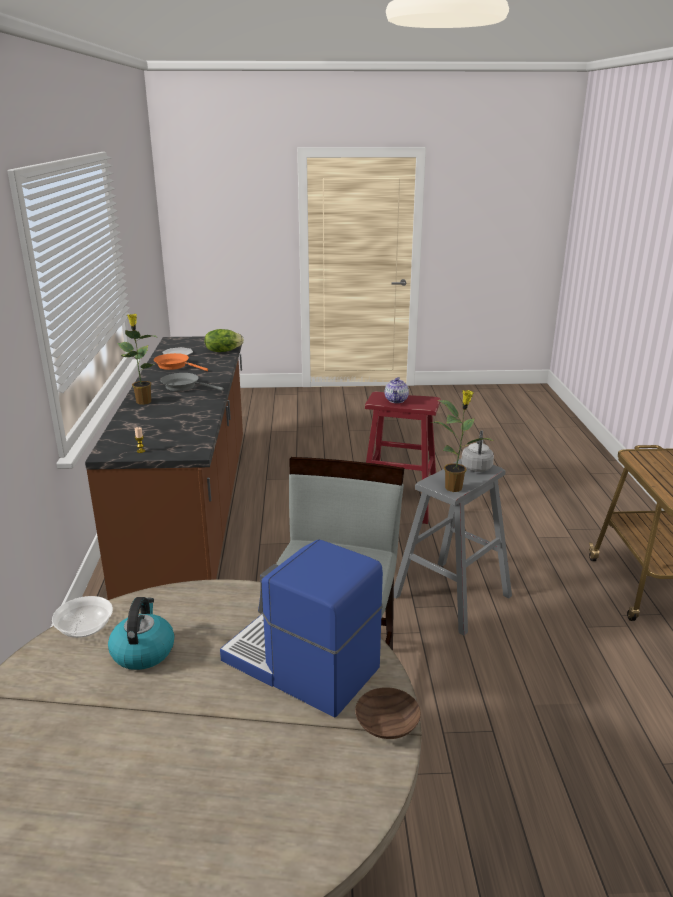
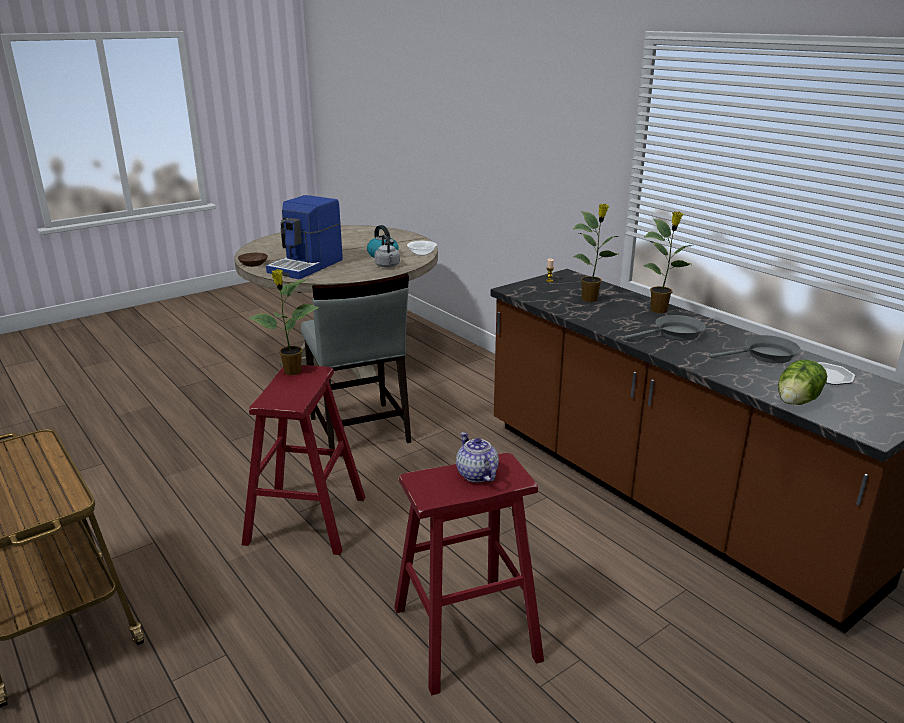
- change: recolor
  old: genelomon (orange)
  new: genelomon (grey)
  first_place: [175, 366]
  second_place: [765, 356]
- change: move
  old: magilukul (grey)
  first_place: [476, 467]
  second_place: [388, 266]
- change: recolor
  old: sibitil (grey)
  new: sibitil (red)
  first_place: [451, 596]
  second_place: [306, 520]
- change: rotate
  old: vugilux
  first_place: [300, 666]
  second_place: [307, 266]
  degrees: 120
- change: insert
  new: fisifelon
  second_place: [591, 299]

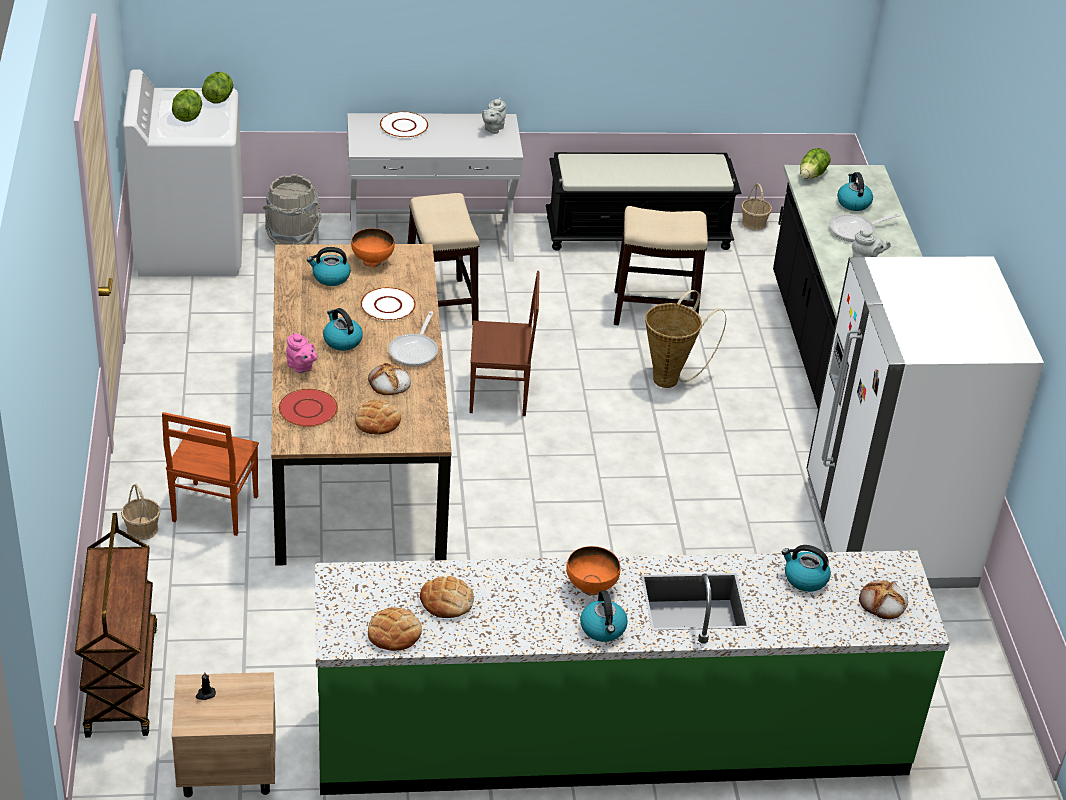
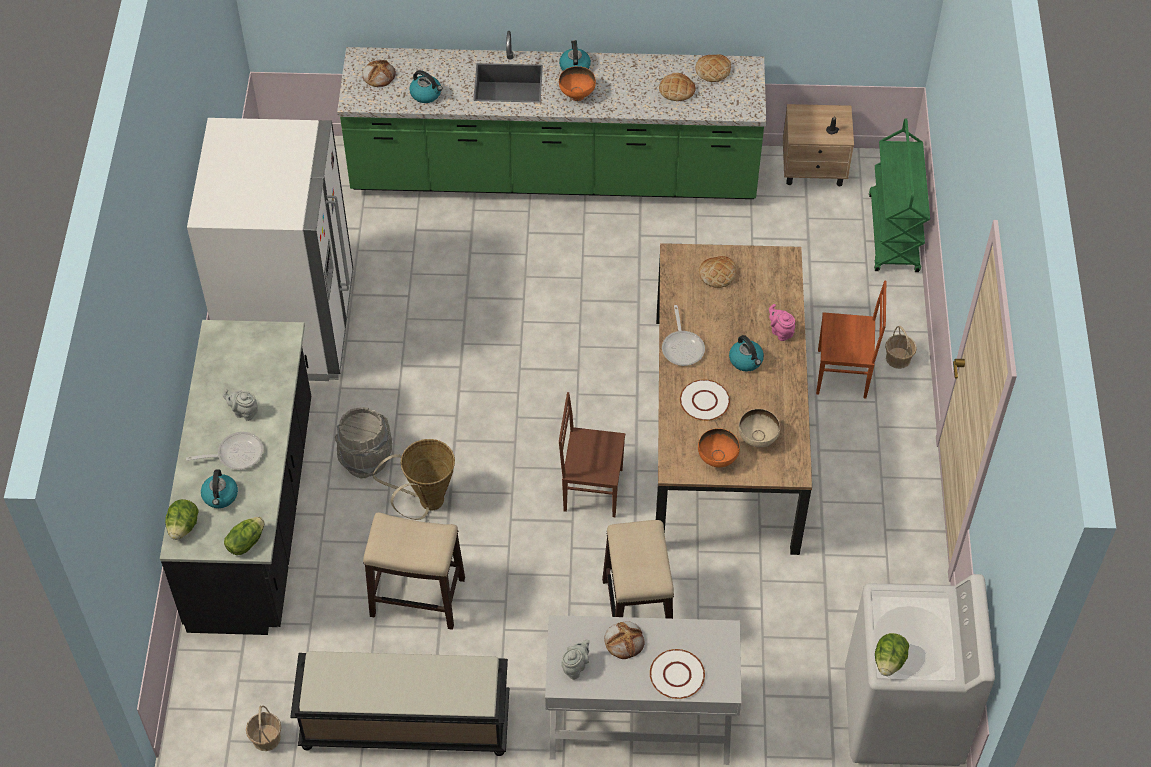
- change: move
  old: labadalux
  first_place: [188, 116]
  second_place: [183, 526]
- change: move
  old: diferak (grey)
  first_place: [292, 237]
  second_place: [366, 459]
- change: replace
  old: magilukul
  new: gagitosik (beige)
  first_place: [330, 277]
  second_place: [757, 439]
- change: rotate
  old: genelomon
  first_place: [415, 350]
  second_place: [682, 347]
  degrees: 150
- change: move
  old: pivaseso
  first_place: [389, 383]
  second_place: [624, 641]
- change: delete
  old: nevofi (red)
  first_place: [308, 409]
- change: rotate
  old: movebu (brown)
  first_place: [213, 509]
  second_place: [843, 374]
  degrees: 75
- change: recolor
  old: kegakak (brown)
  new: kegakak (green)
  first_place: [120, 680]
  second_place: [894, 234]

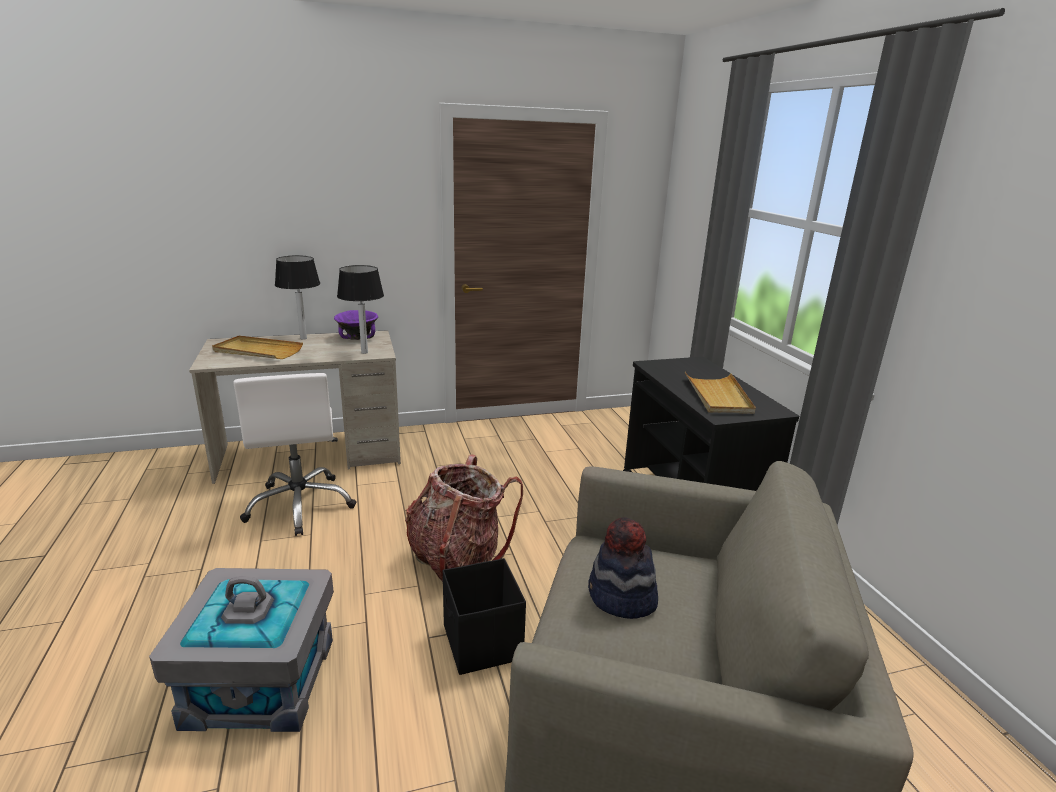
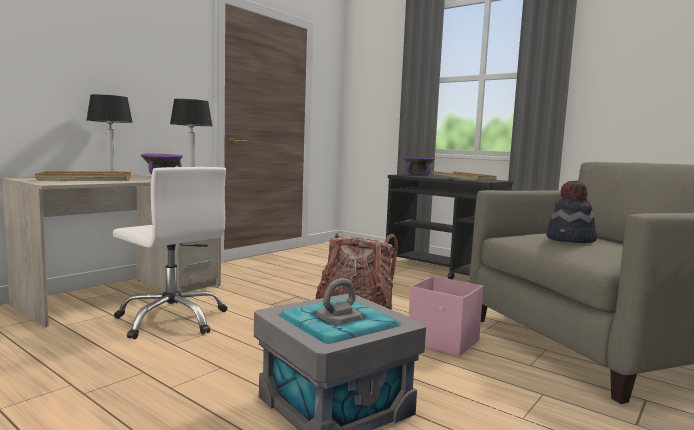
- change: recolor
  old: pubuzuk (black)
  new: pubuzuk (pink)
  first_place: [482, 643]
  second_place: [444, 342]
- change: insert
  new: gagitosik (purple)
  second_place: [418, 174]

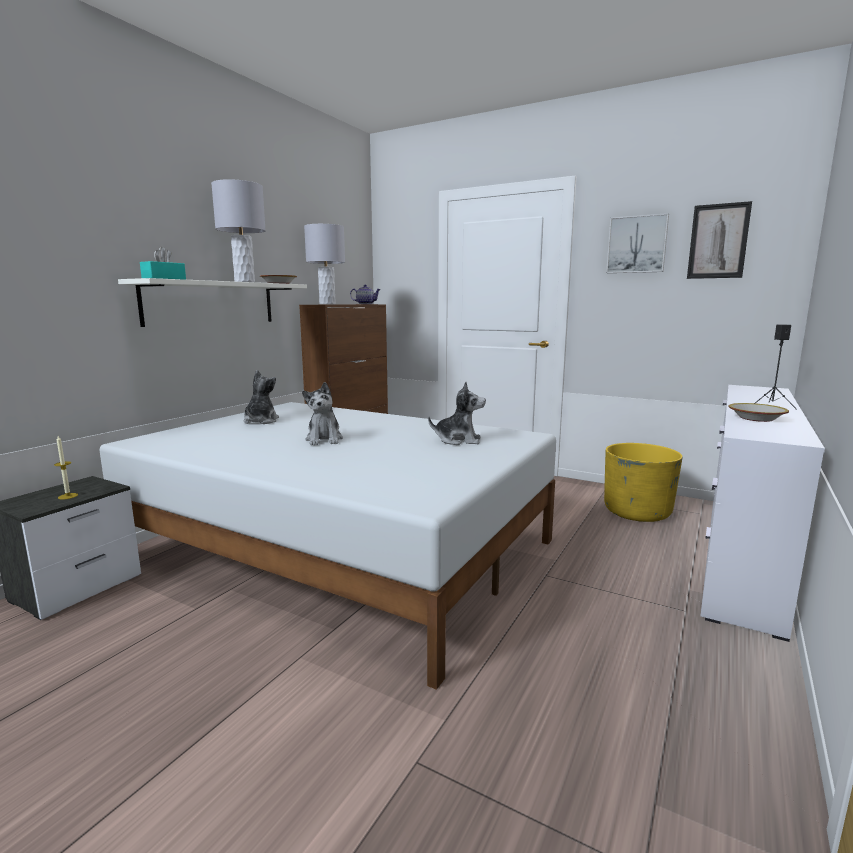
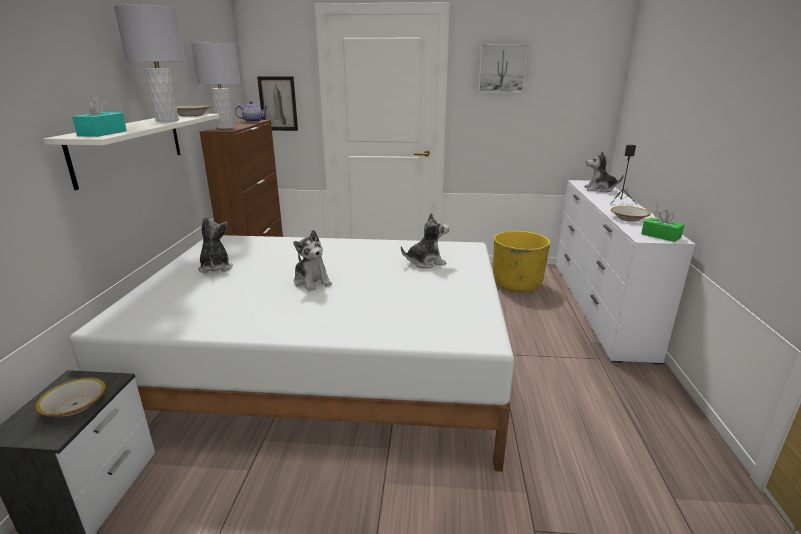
- change: move
  old: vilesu
  first_place: [718, 241]
  second_place: [278, 103]
- change: replace
  old: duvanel
  new: gagitosik
  first_place: [68, 496]
  second_place: [75, 405]
- change: insert
  new: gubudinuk
  second_place: [599, 189]
- change: insert
  new: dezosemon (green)
  second_place: [660, 236]

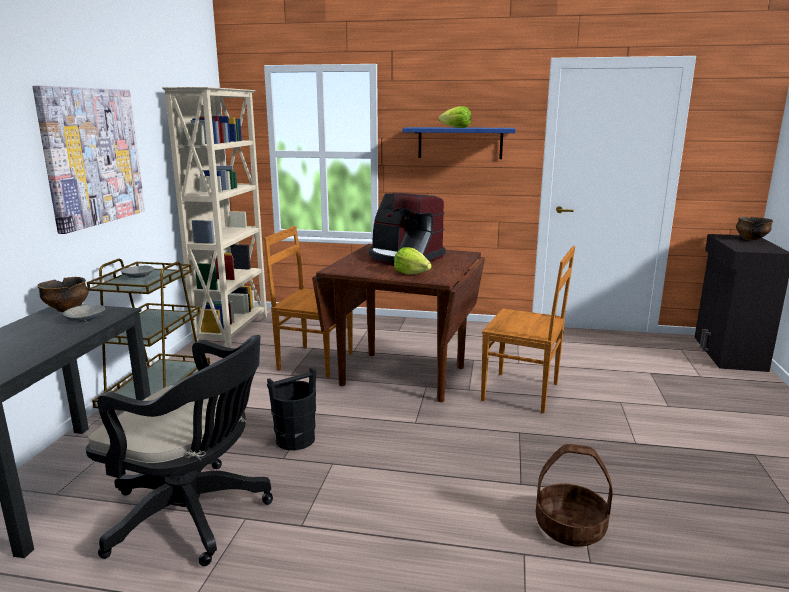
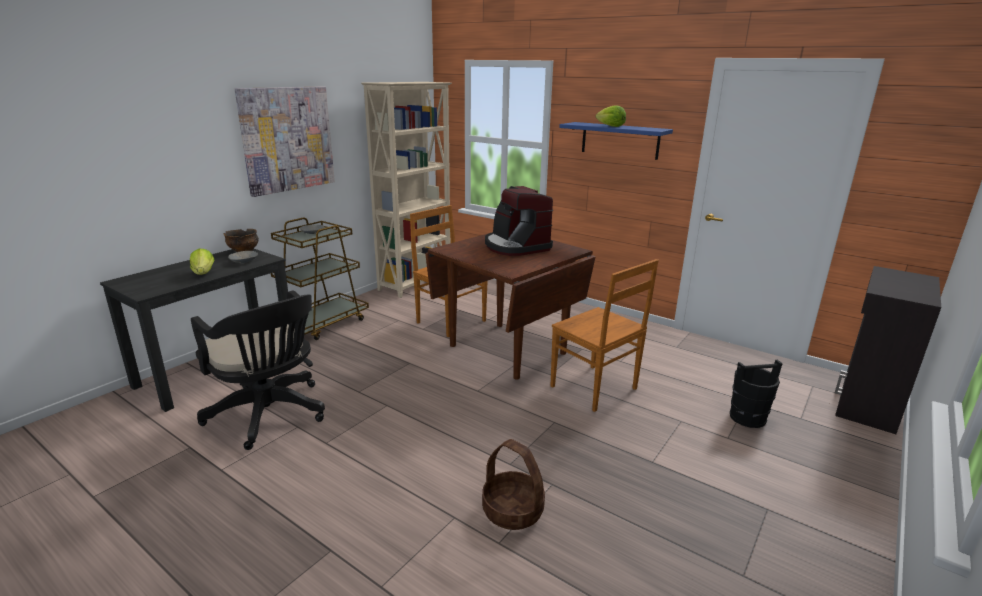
- change: delete
  old: gagitosik
  first_place: [751, 239]
- change: move
  old: labadalux
  first_place: [411, 273]
  second_place: [203, 273]
- change: move
  old: diferak (black)
  first_place: [296, 439]
  second_place: [748, 417]

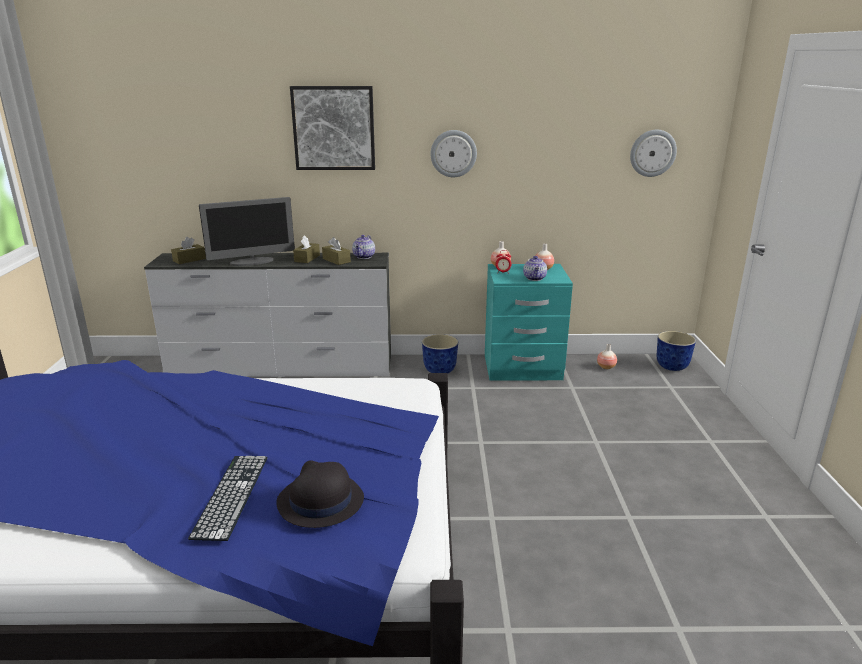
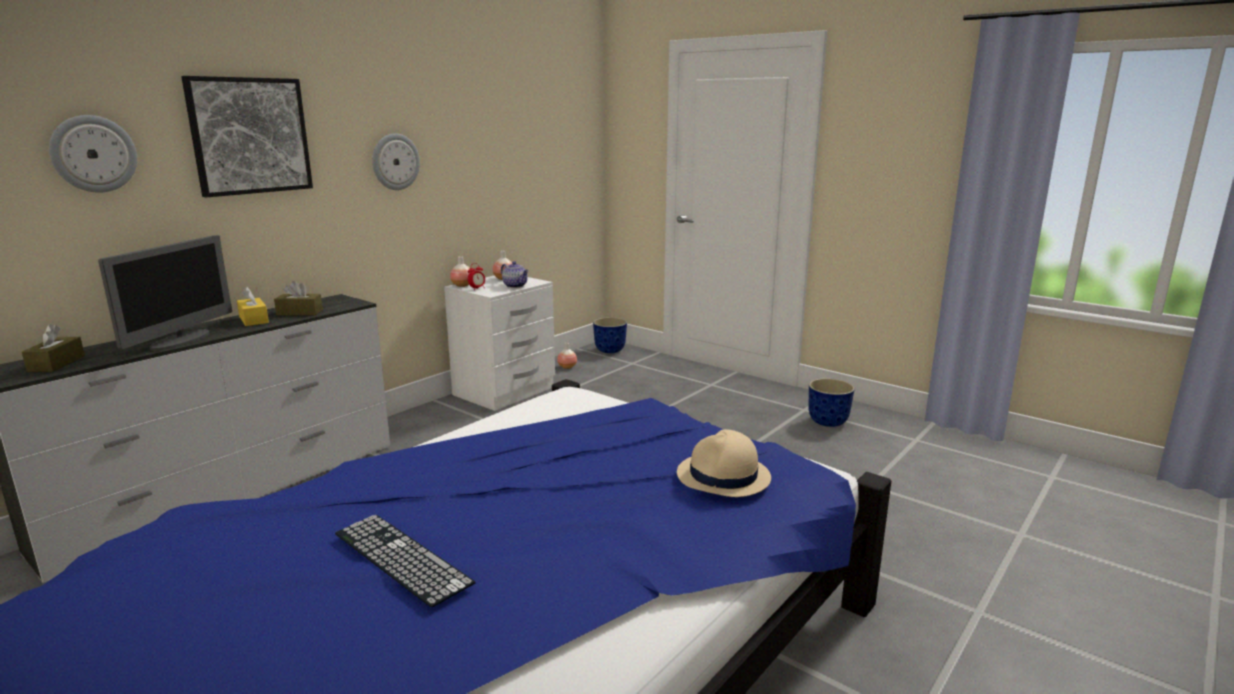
- change: move
  old: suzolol
  first_place: [652, 153]
  second_place: [93, 154]
- change: recolor
  old: dezosemon (brown)
  new: dezosemon (yellow)
  first_place: [307, 258]
  second_place: [254, 320]
- change: delete
  old: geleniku
  first_place: [364, 257]
- change: recolor
  old: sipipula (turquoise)
  new: sipipula (white)
  first_place: [522, 368]
  second_place: [505, 392]
- change: move
  old: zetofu
  first_place: [440, 370]
  second_place: [828, 422]
- change: move
  old: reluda
  first_place: [231, 495]
  second_place: [401, 558]
- change: recolor
  old: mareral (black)
  new: mareral (beige)
  first_place: [320, 501]
  second_place: [723, 477]

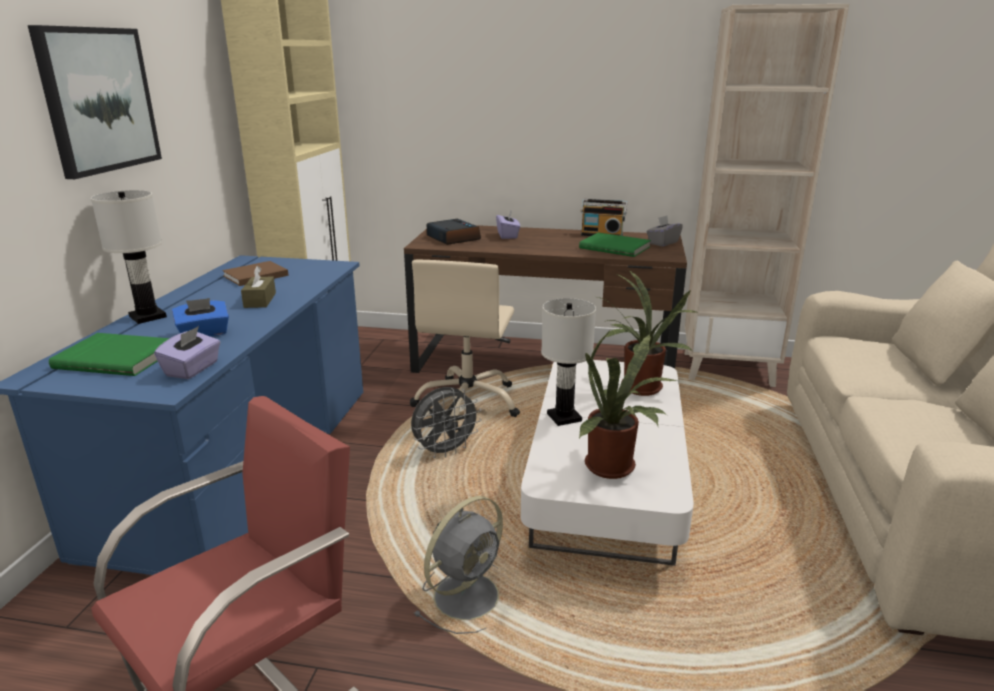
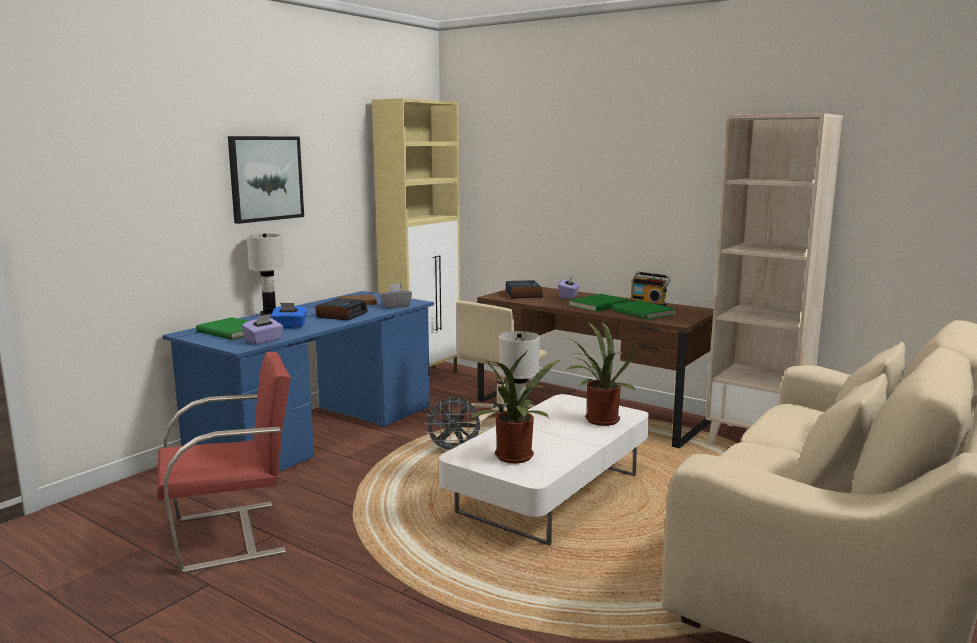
- change: move
  old: dezosemon (grey)
  first_place: [663, 243]
  second_place: [396, 306]
- change: replace
  old: dezosemon (brown)
  new: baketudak
  first_place: [260, 300]
  second_place: [342, 315]
- change: delete
  old: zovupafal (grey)
  first_place: [468, 594]
- change: insert
  new: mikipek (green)
  second_place: [597, 305]

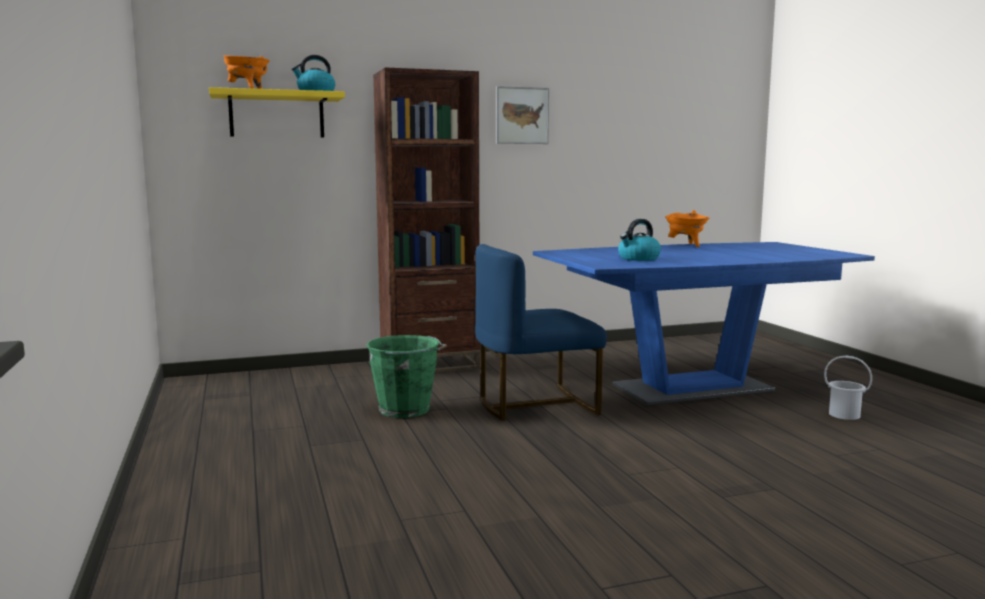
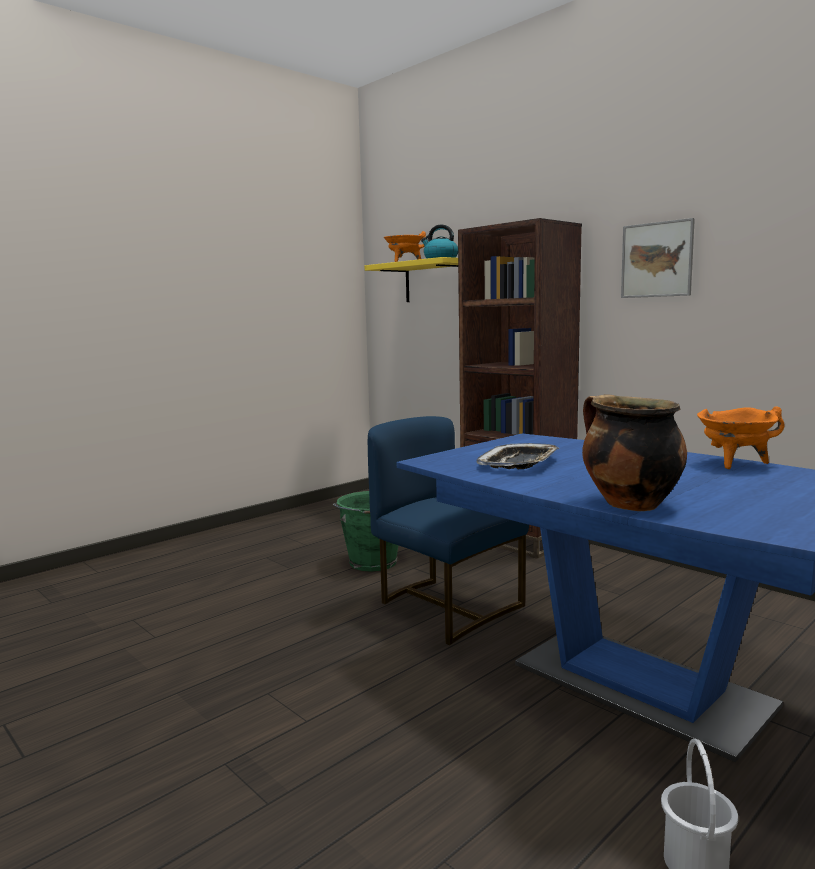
- change: replace
  old: magilukul
  new: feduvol
  first_place: [638, 259]
  second_place: [519, 463]
- change: insert
  new: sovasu
  second_place: [628, 504]

